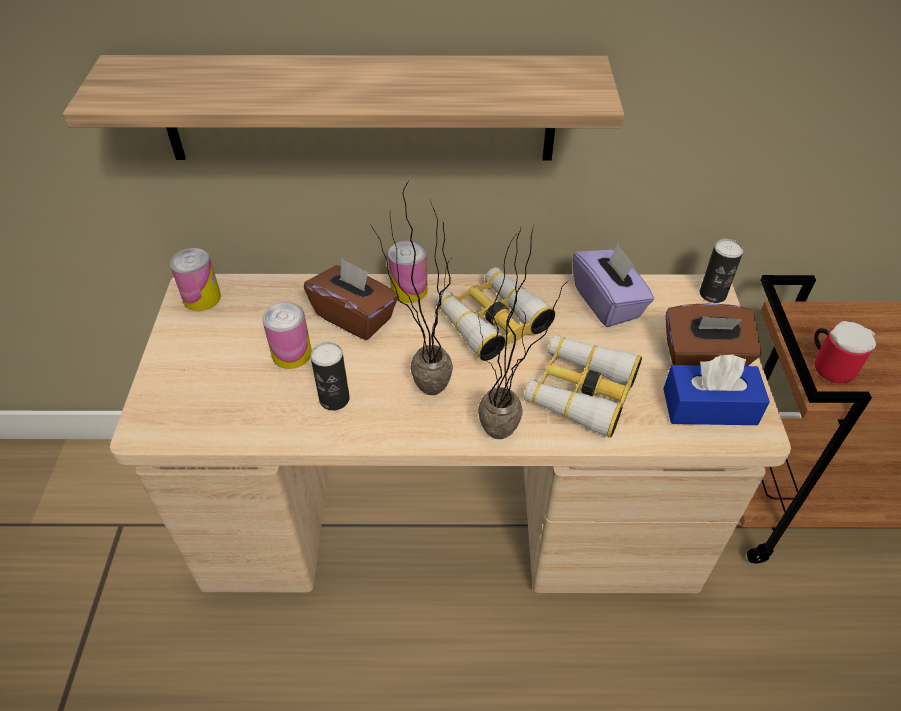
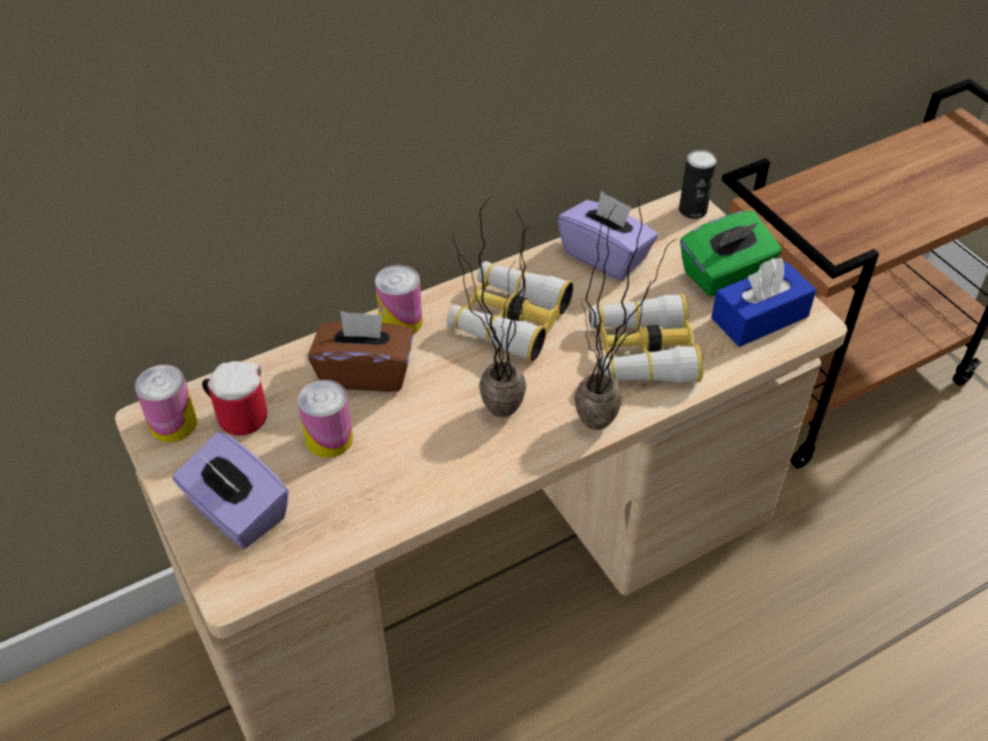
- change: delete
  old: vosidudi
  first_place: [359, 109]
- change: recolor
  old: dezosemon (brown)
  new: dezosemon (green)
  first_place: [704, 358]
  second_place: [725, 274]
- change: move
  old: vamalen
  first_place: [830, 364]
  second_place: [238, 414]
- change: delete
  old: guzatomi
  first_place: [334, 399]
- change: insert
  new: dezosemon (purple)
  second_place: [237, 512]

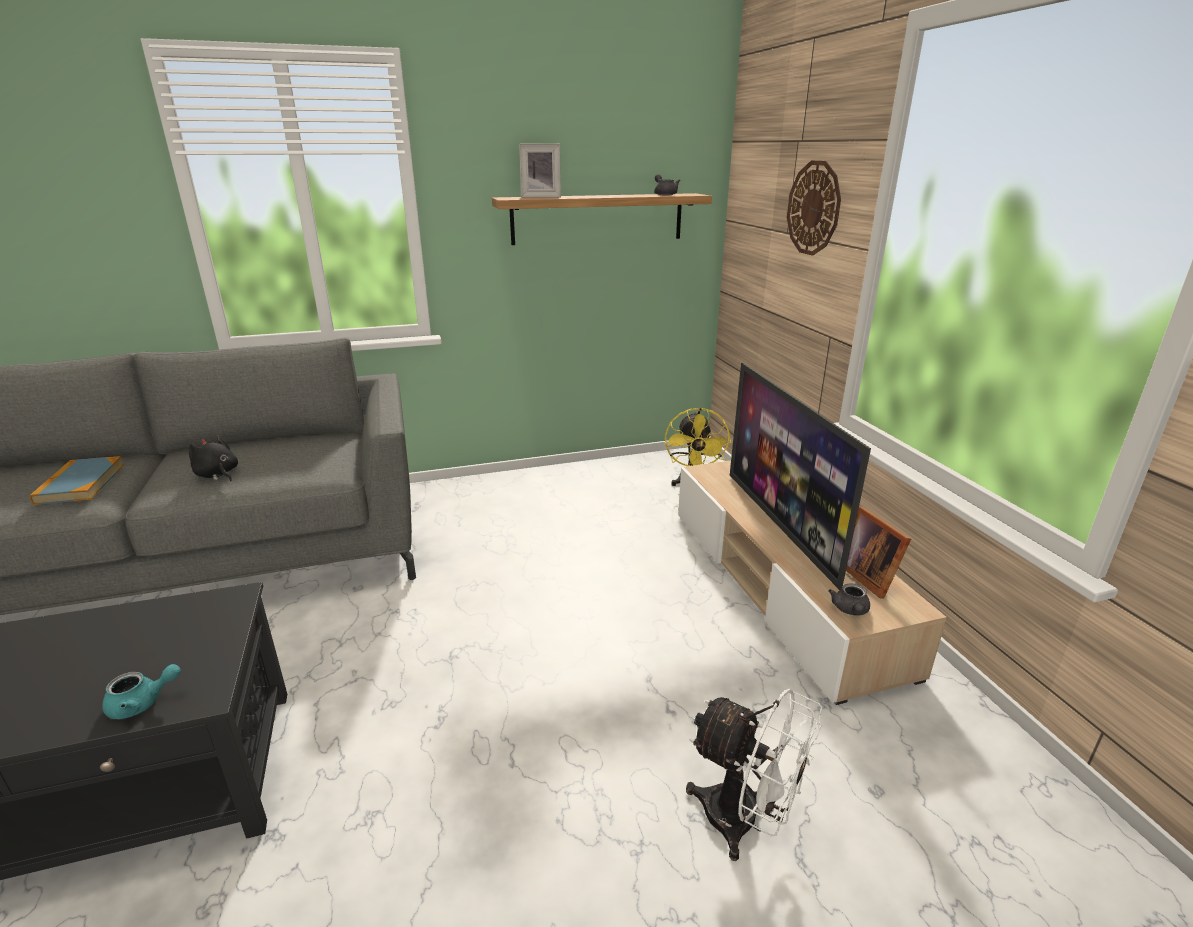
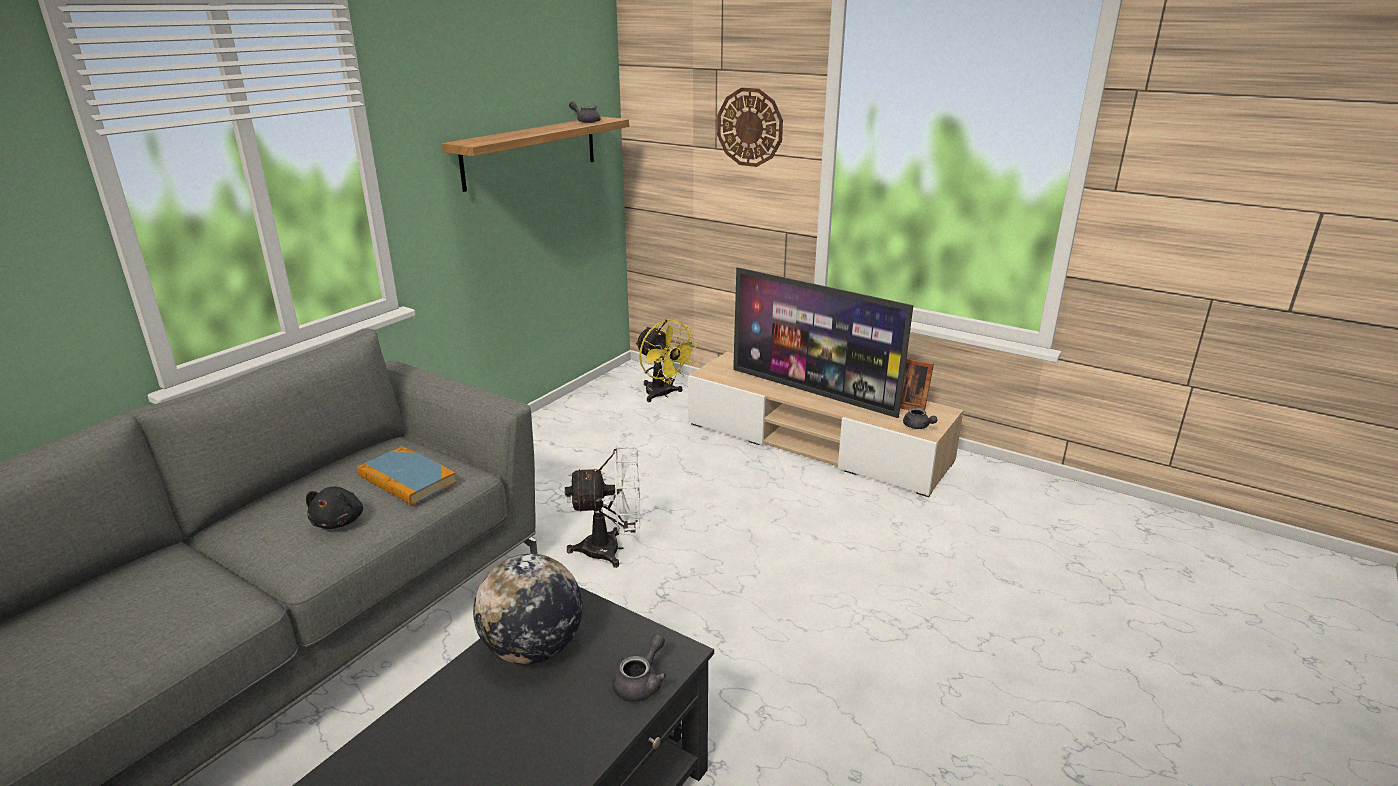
- change: delete
  old: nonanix
  first_place: [541, 197]
- change: rotate
  old: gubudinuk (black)
  first_place: [217, 475]
  second_place: [339, 521]
  degrees: -90
- change: move
  old: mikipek
  first_place: [80, 483]
  second_place: [407, 479]
- change: recolor
  old: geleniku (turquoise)
  new: geleniku (grey)
  first_place: [142, 703]
  second_place: [641, 683]
- change: move
  old: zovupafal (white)
  first_place: [744, 822]
  second_place: [612, 549]
- change: insert
  new: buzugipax
  second_place: [533, 649]

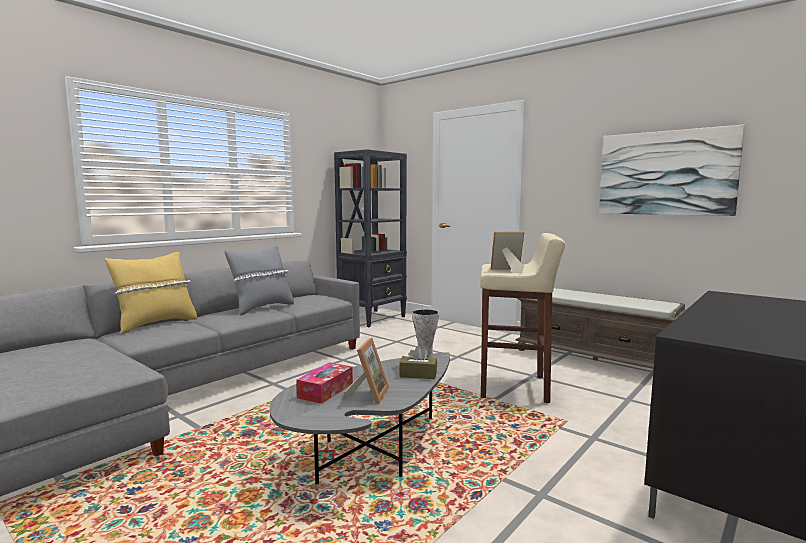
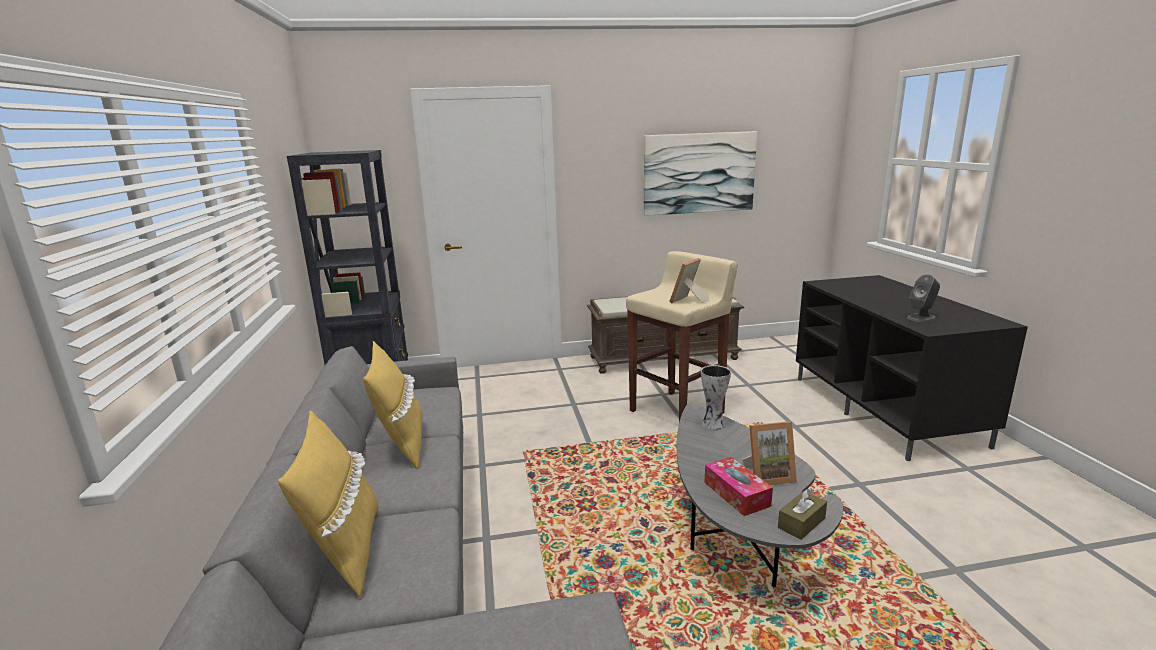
- change: recolor
  old: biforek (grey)
  new: biforek (yellow)
  first_place: [262, 308]
  second_place: [401, 445]
- change: rotate
  old: nonanix
  first_place: [368, 395]
  second_place: [768, 475]
  degrees: 120
- change: move
  old: dezosemon (brown)
  first_place: [418, 374]
  second_place: [801, 523]
- change: insert
  new: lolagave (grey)
  second_place: [921, 318]

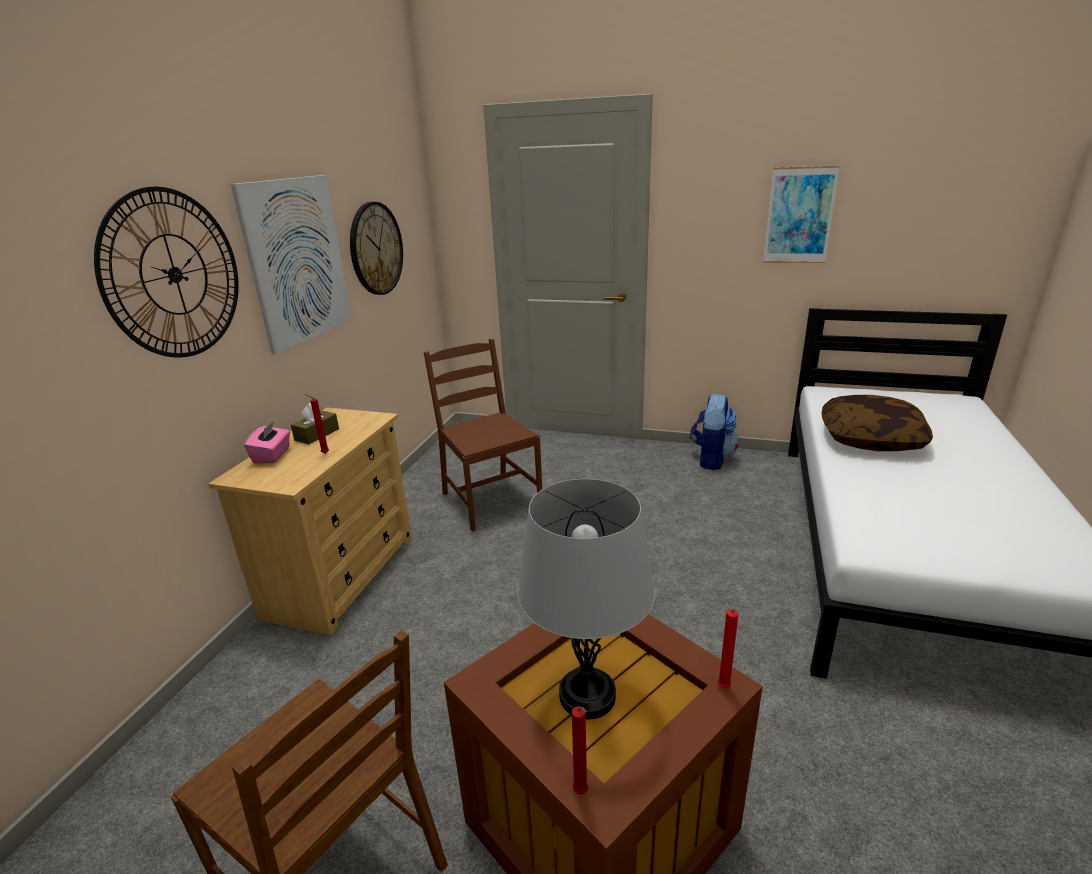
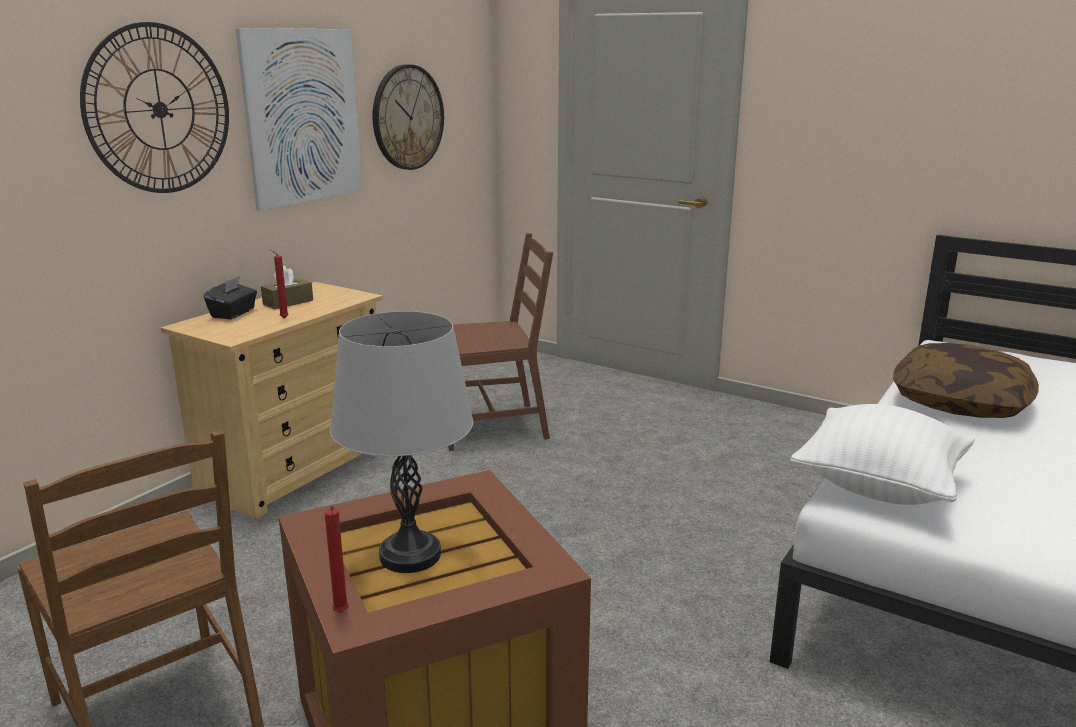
- change: delete
  old: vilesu
  first_place: [799, 216]
- change: rotate
  old: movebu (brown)
  first_place: [489, 500]
  second_place: [492, 425]
  degrees: 90
- change: delete
  old: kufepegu
  first_place: [711, 459]
- change: recolor
  old: dezosemon (pink)
  new: dezosemon (black)
  first_place: [272, 455]
  second_place: [233, 313]
- change: delete
  old: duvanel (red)
  first_place: [723, 689]
- change: insert
  new: biforek (white)
  second_place: [879, 486]

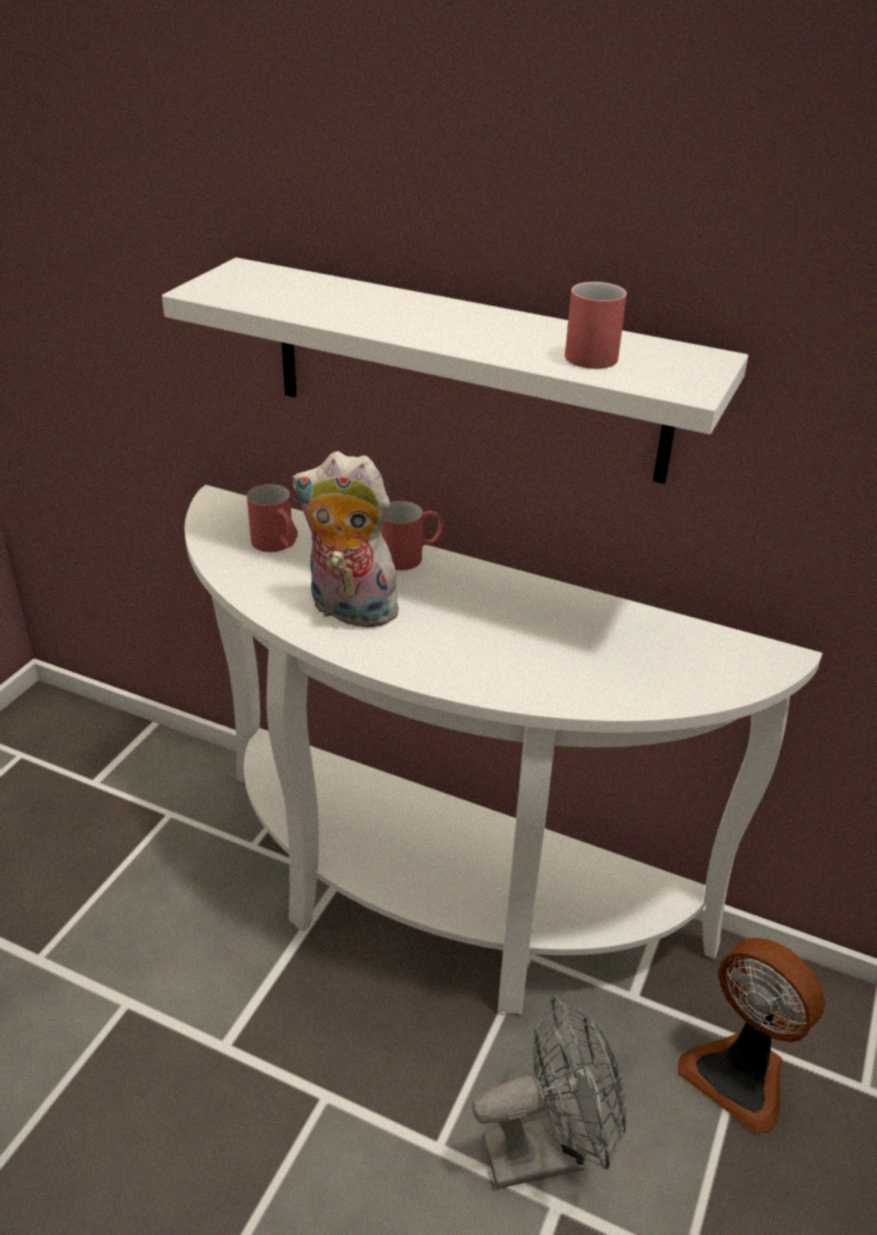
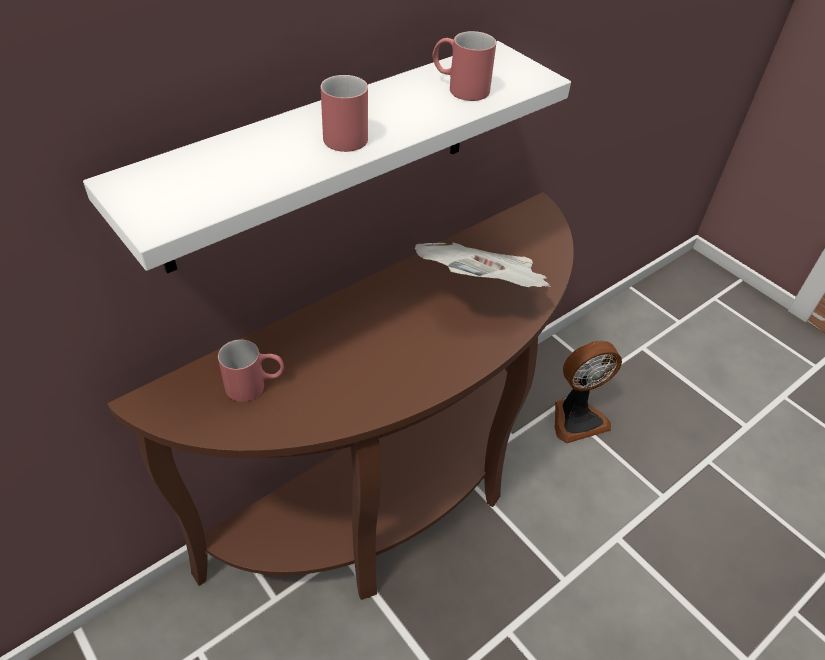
- change: delete
  old: gubudinuk
  first_place: [348, 611]
- change: recolor
  old: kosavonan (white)
  new: kosavonan (brown)
  first_place: [434, 901]
  second_place: [394, 503]
- change: move
  old: vamalen (red)
  first_place: [411, 556]
  second_place: [346, 133]
- change: delete
  old: zovupafal (grey)
  first_place: [547, 1149]
- change: insert
  new: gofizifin
  second_place: [483, 290]

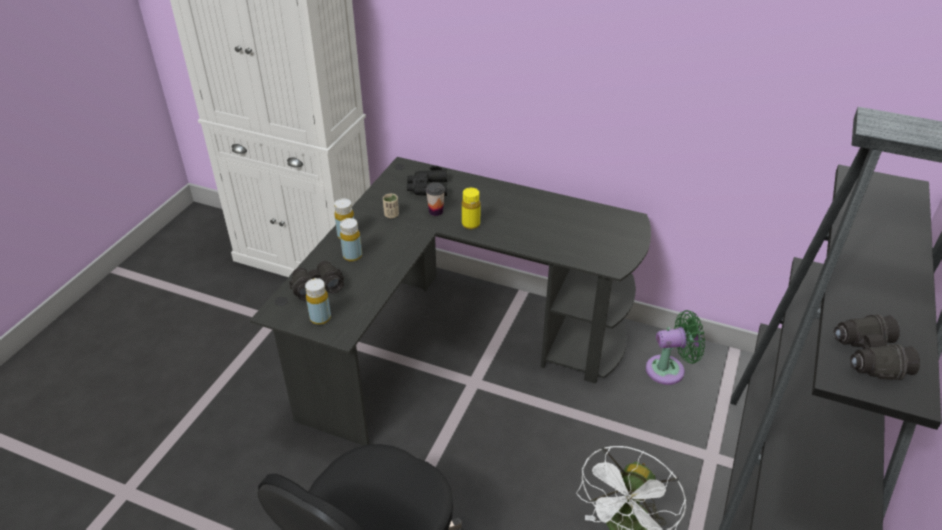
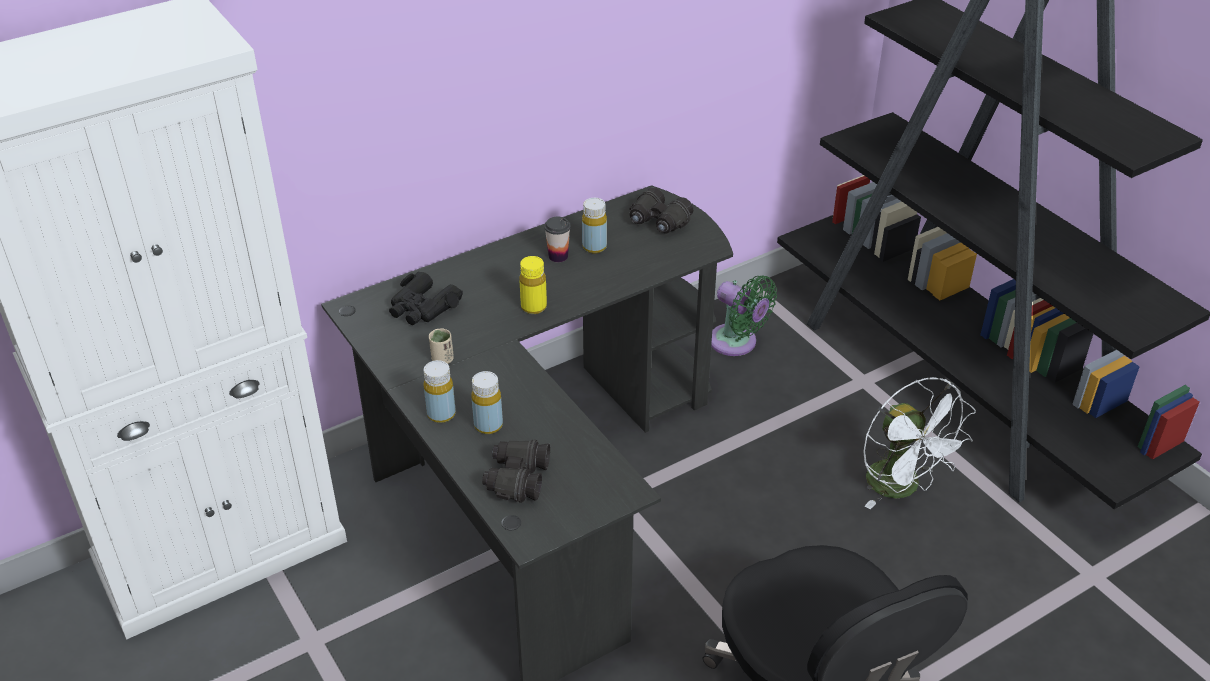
- change: move
  old: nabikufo
  first_place: [436, 211]
  second_place: [558, 256]
- change: move
  old: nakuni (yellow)
  first_place: [320, 318]
  second_place: [594, 247]
- change: rotate
  old: zovupafal (green)
  first_place: [669, 369]
  second_place: [737, 343]
  degrees: 105
- change: move
  old: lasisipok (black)
  first_place: [868, 357]
  second_place: [659, 222]

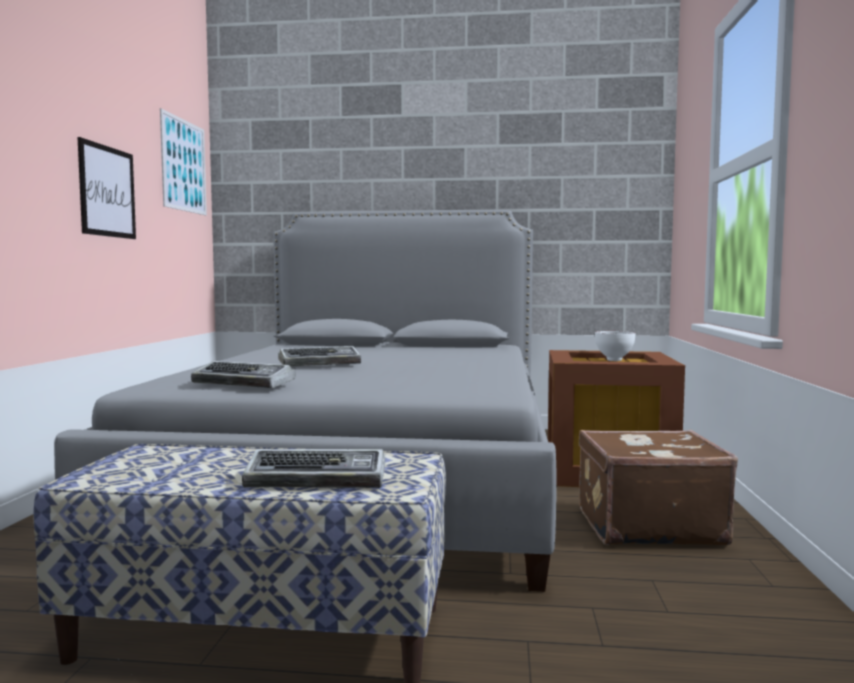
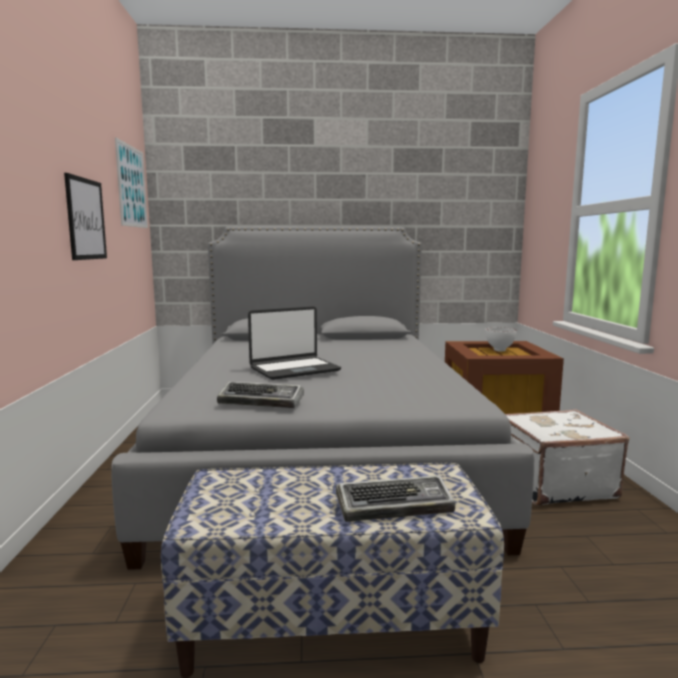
- change: replace
  old: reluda
  new: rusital
  first_place: [320, 363]
  second_place: [294, 369]
- change: recolor
  old: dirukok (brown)
  new: dirukok (white)
  first_place: [647, 525]
  second_place: [552, 484]

